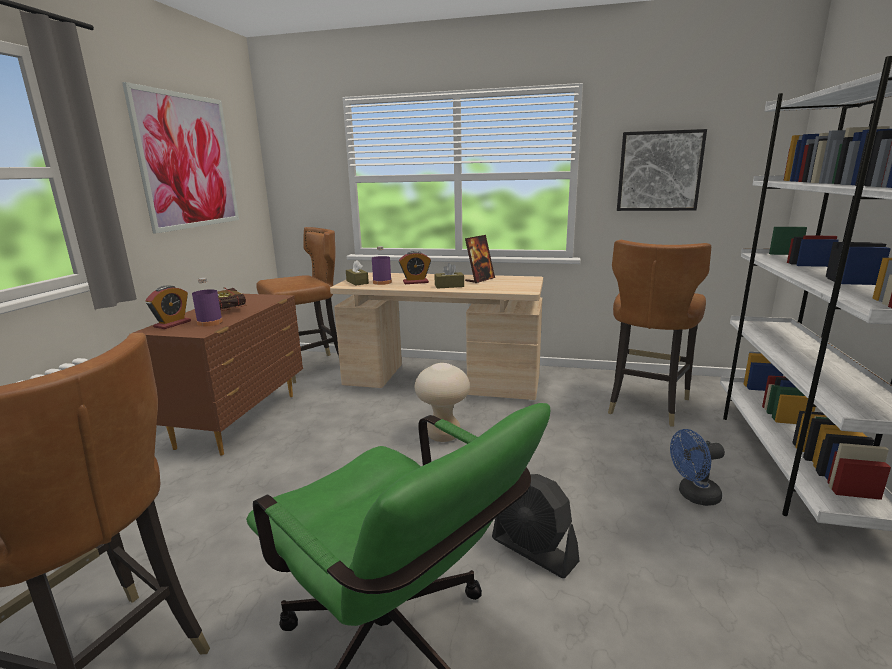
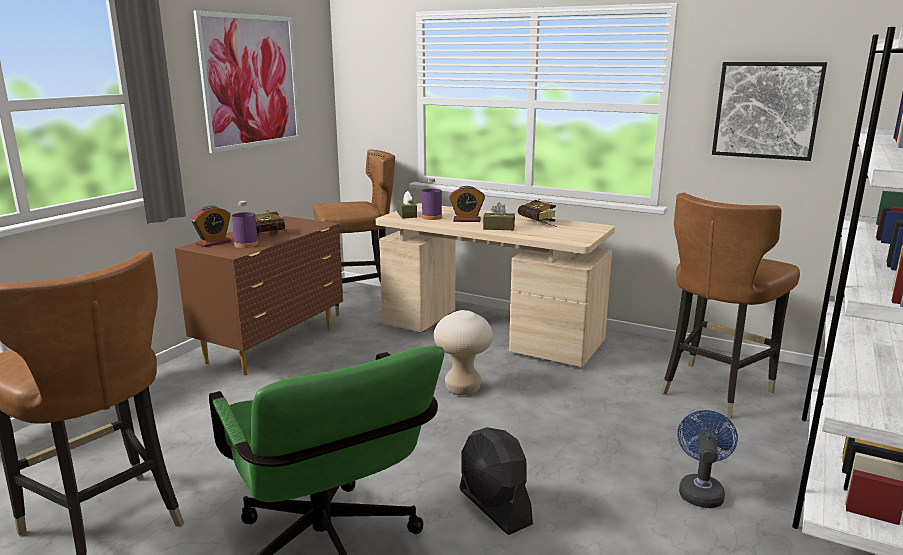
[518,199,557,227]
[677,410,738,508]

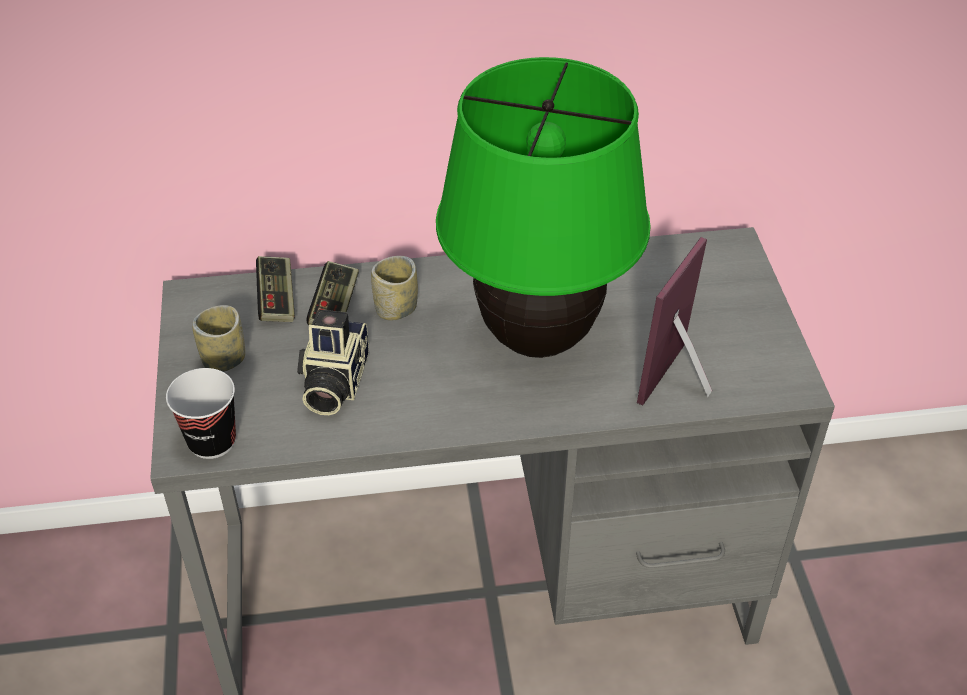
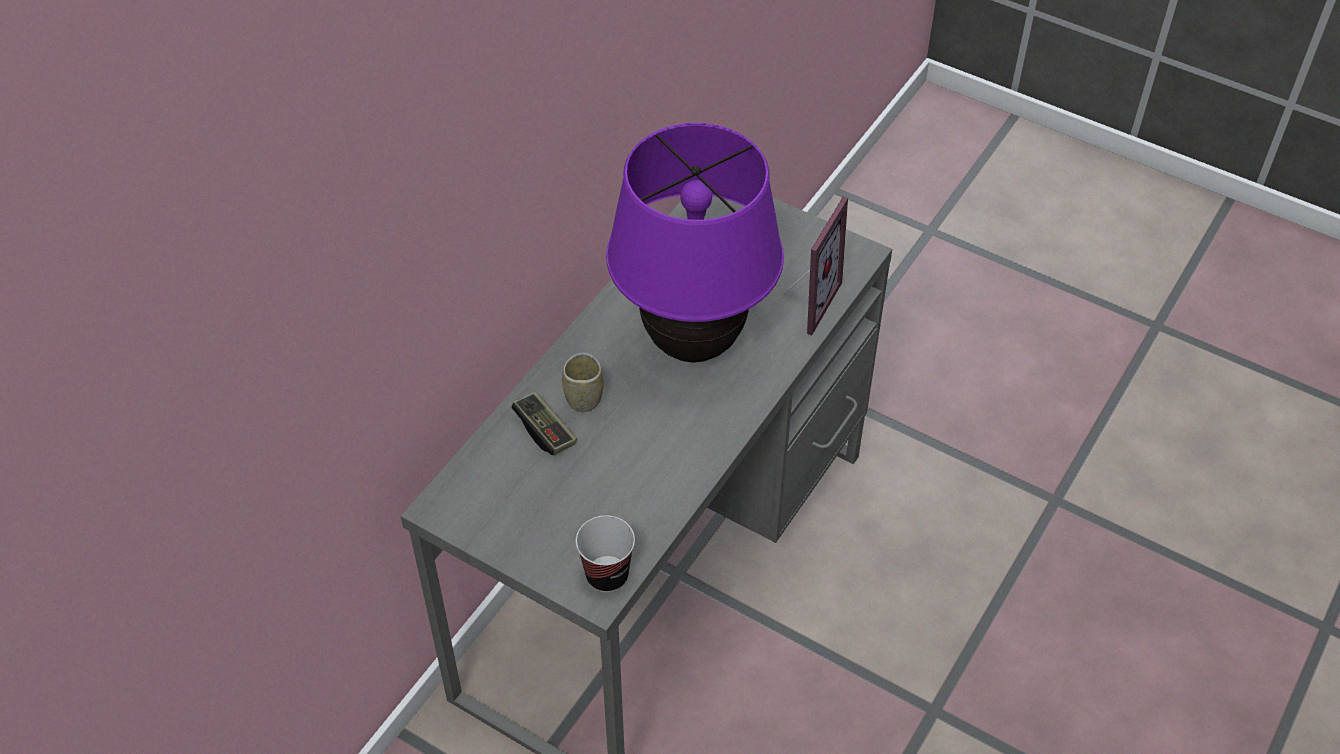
[606,123,784,363]
[785,197,848,335]
[192,305,245,372] (first image)
[256,256,295,322] (first image)
[297,309,369,415] (first image)

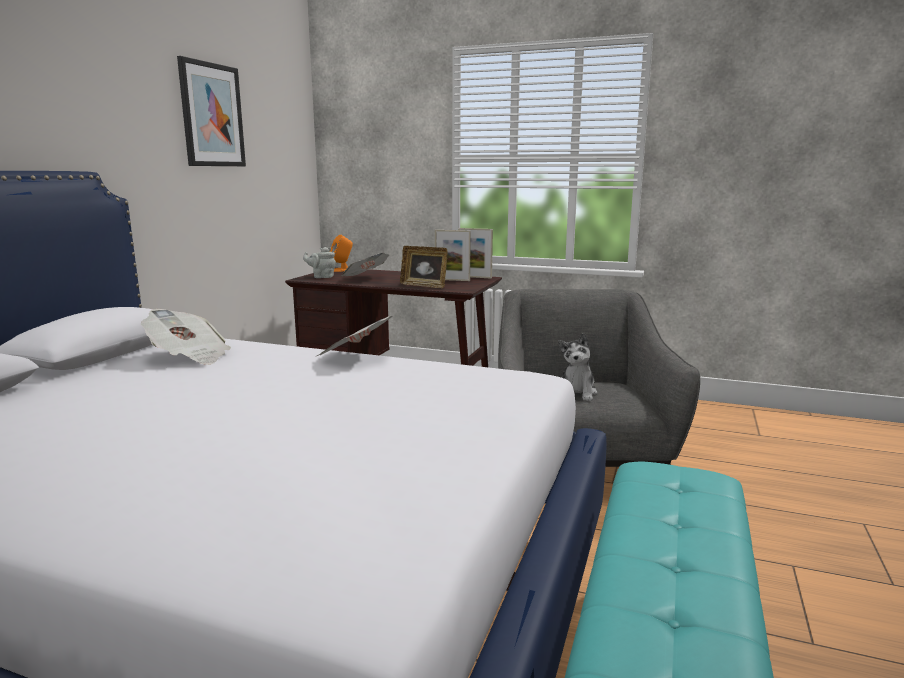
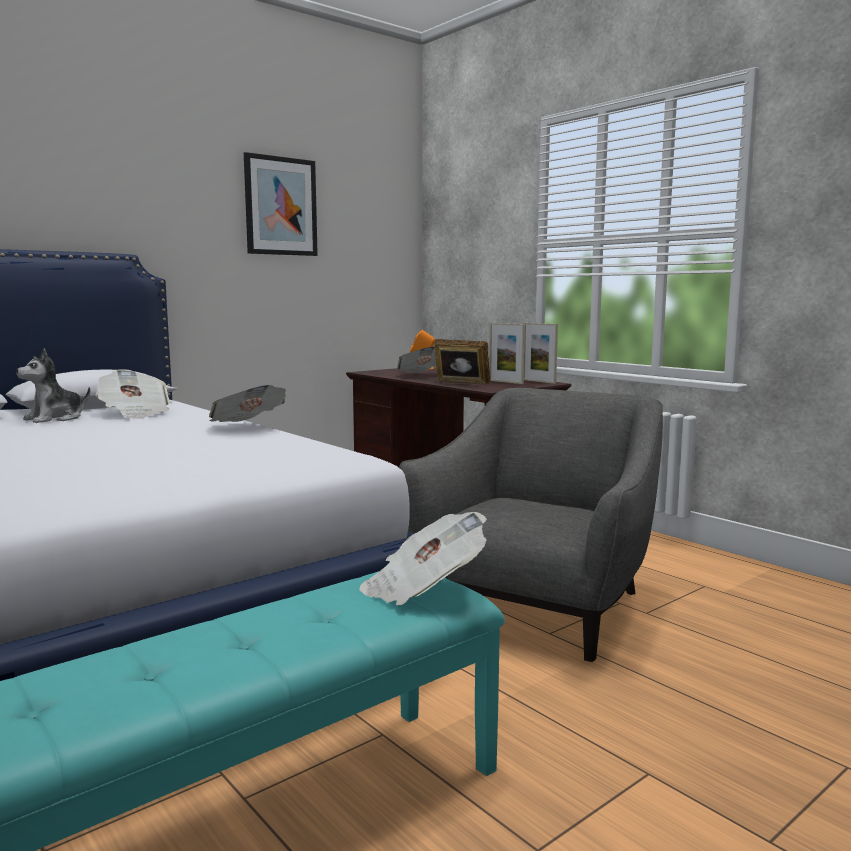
[16,348,90,423]
[359,512,487,605]
[434,339,490,384]
[303,247,336,278] (first image)

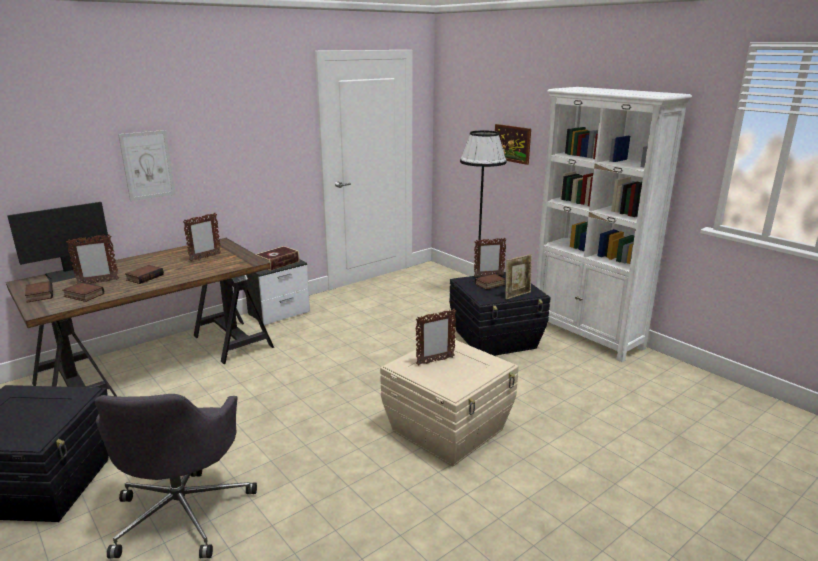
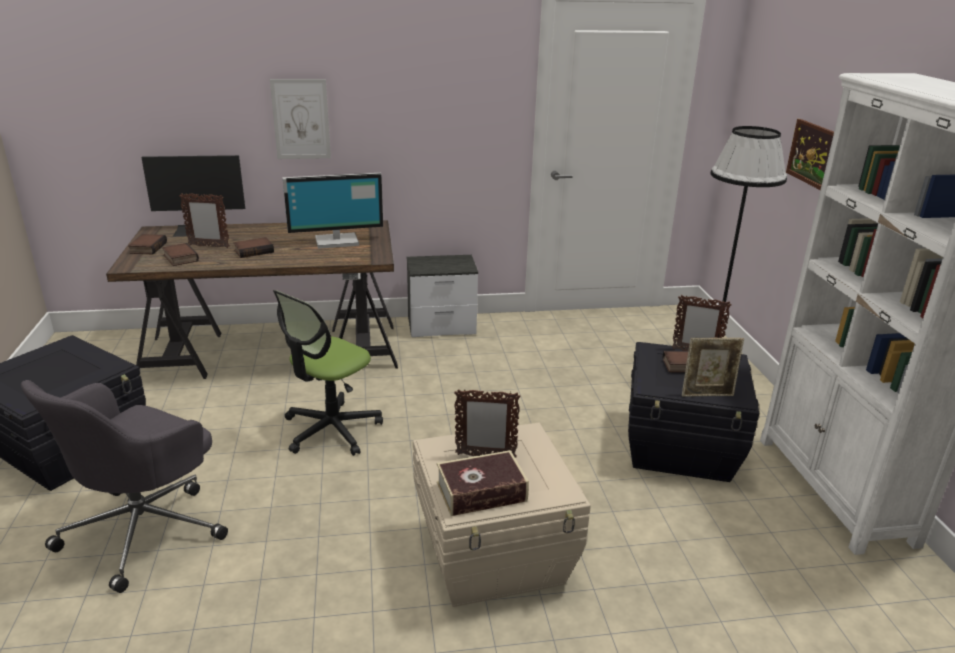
[273,290,383,456]
[283,173,383,249]
[437,450,529,516]

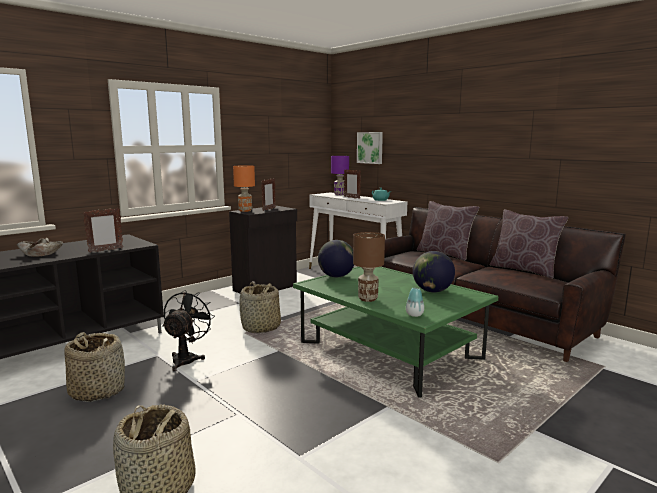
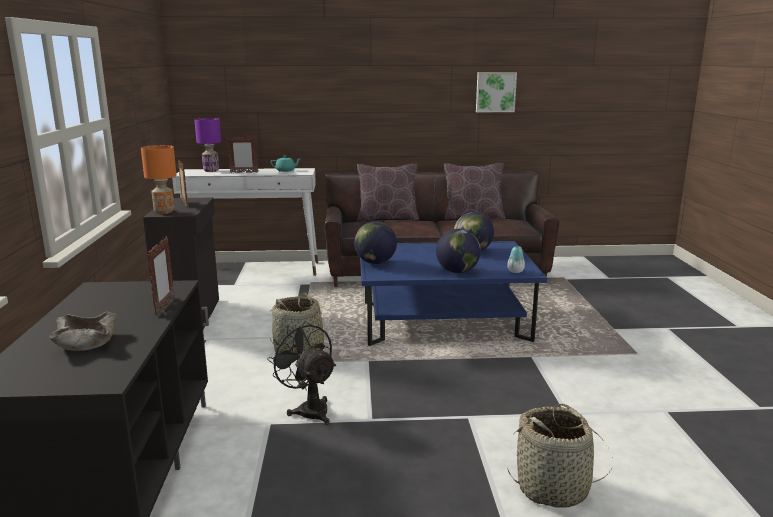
[360,241,547,346]
[436,229,481,273]
[476,72,517,112]
[64,332,125,402] (first image)

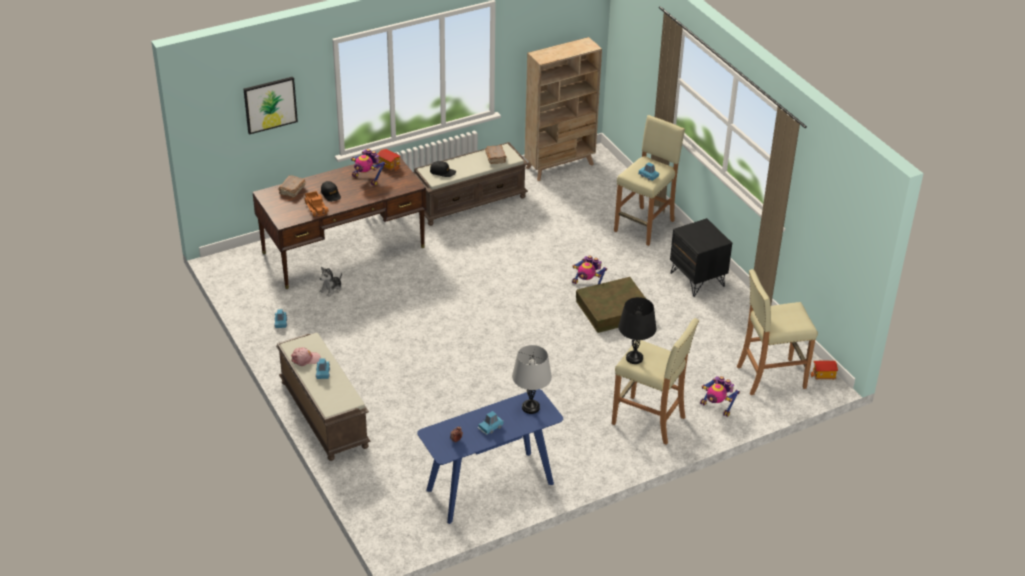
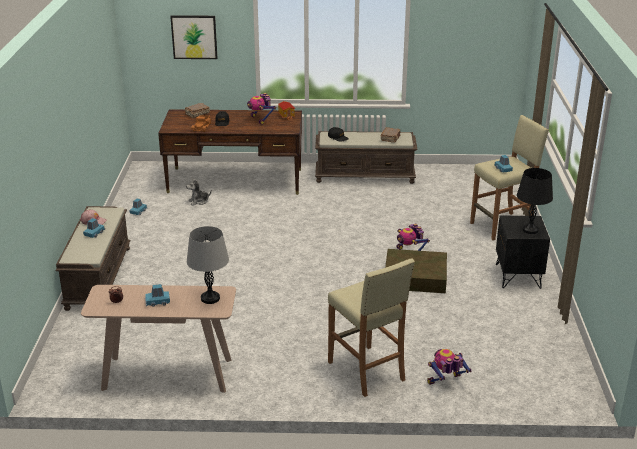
[81,285,236,393]
[427,349,471,385]
[517,168,553,234]
[525,37,602,181] (first image)
[737,269,818,395] (first image)
[810,360,838,380] (first image)

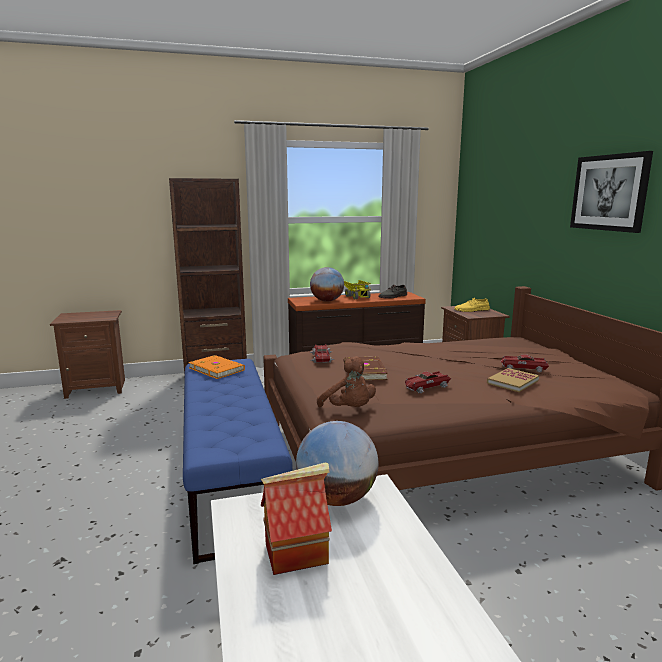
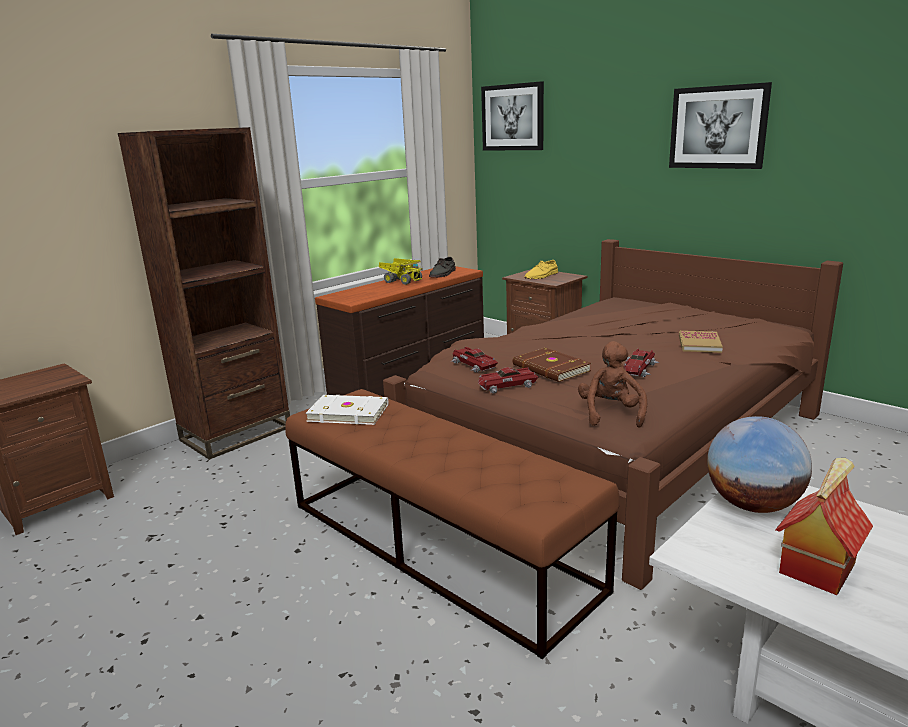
[285,389,620,659]
[305,395,388,425]
[478,367,538,393]
[481,81,544,150]
[578,341,647,428]
[310,267,344,302] (first image)

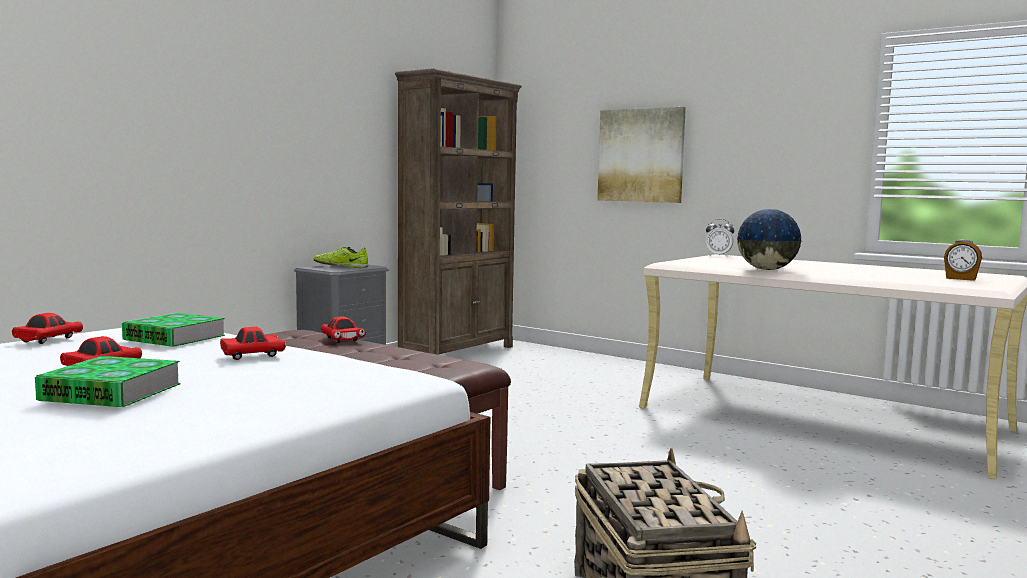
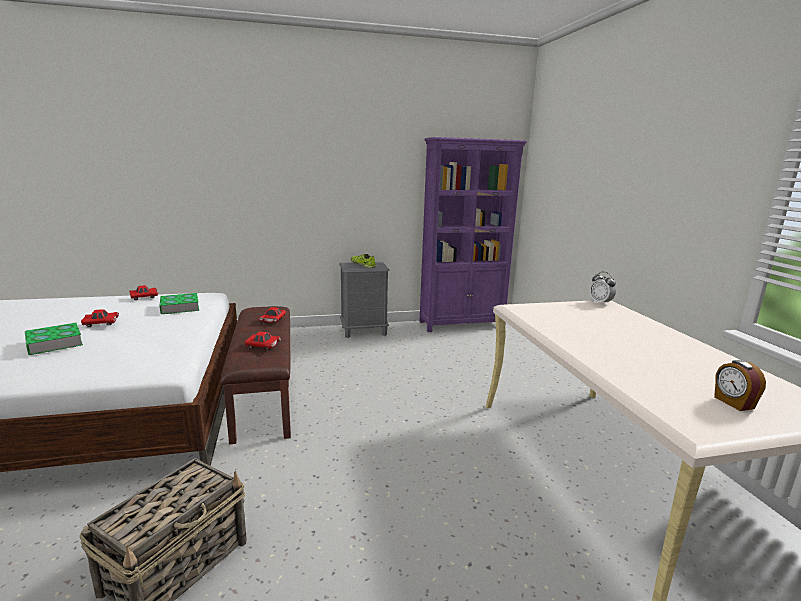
[245,332,281,350]
[419,137,527,332]
[597,107,686,203] (first image)
[736,209,803,270] (first image)

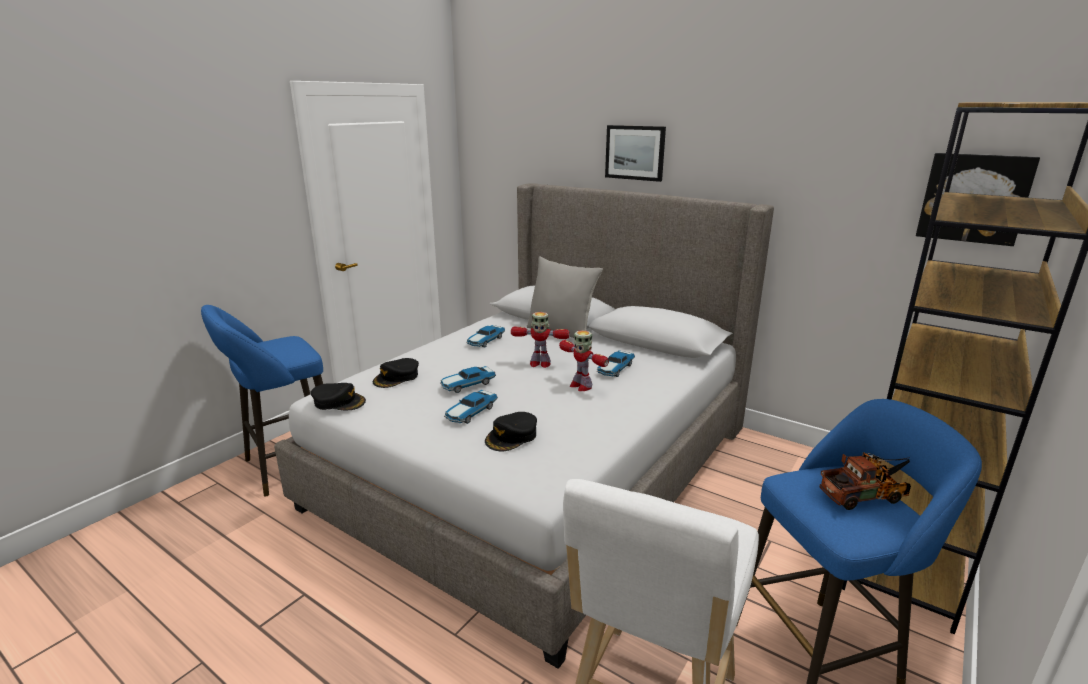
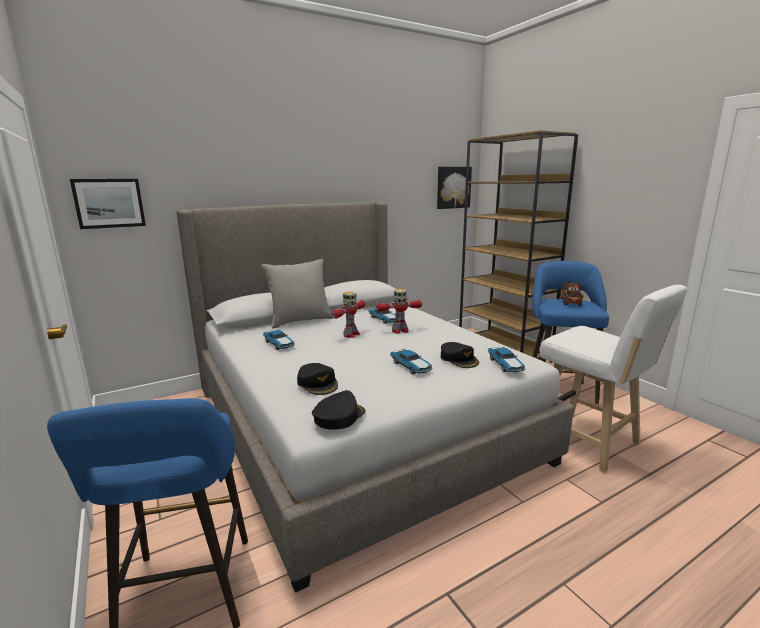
[70,179,146,229]
[488,347,525,372]

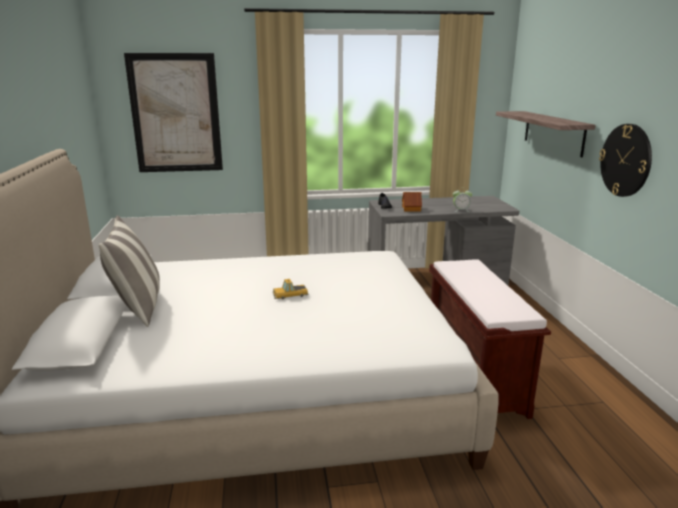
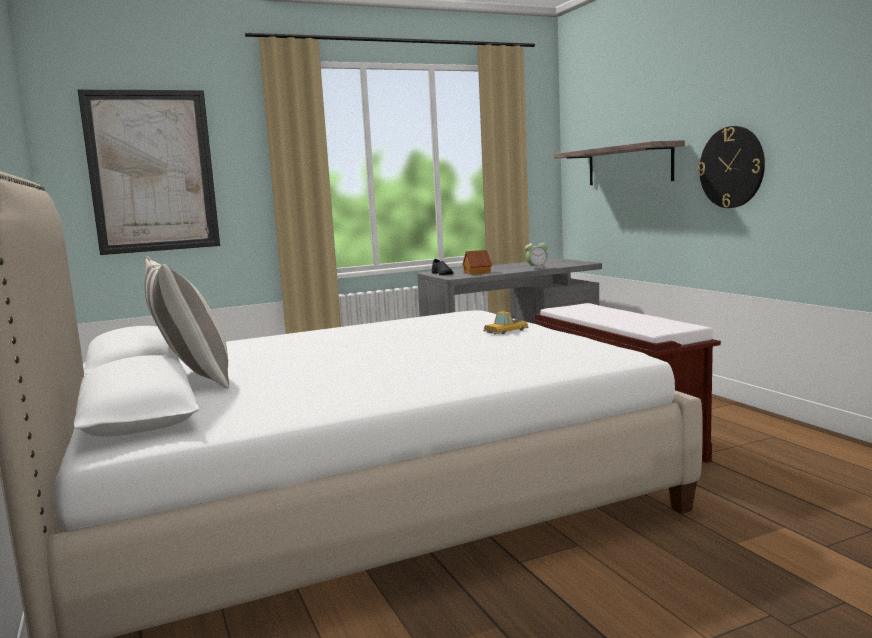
[483,310,529,334]

